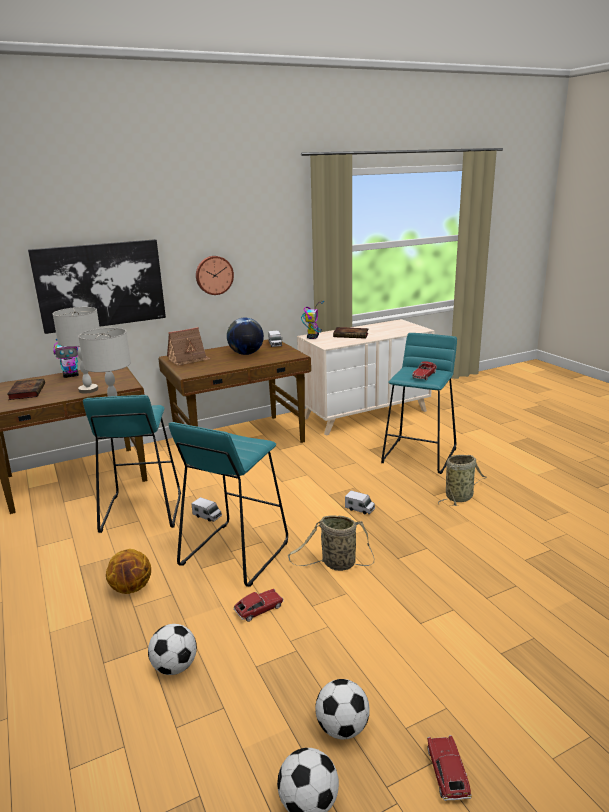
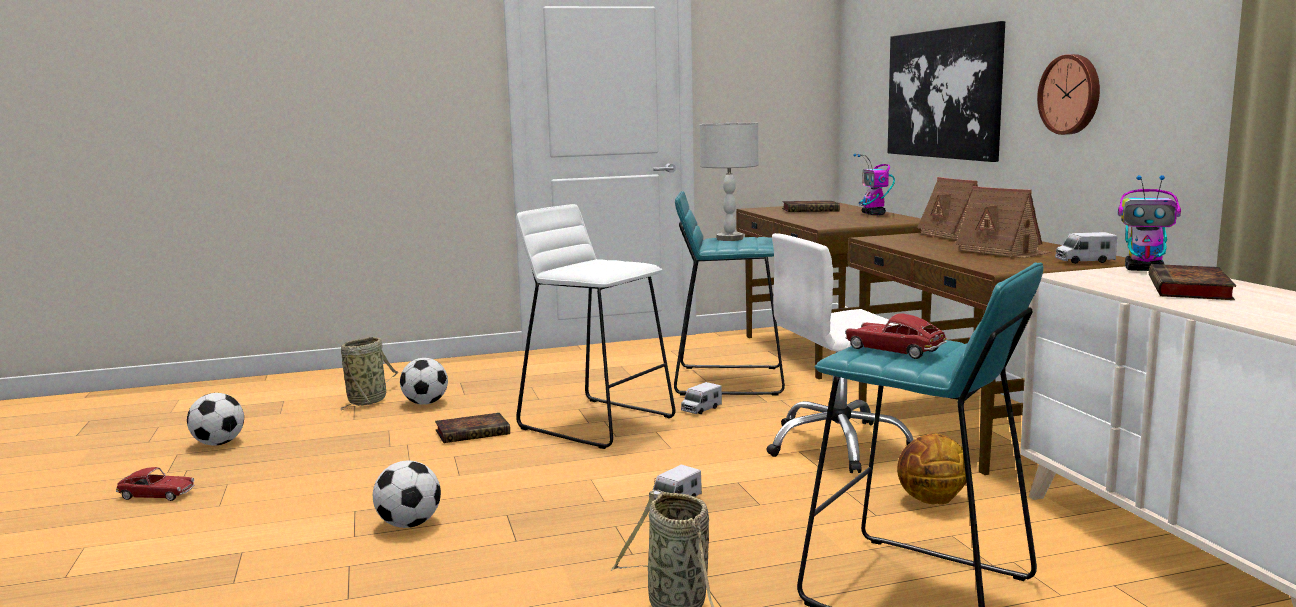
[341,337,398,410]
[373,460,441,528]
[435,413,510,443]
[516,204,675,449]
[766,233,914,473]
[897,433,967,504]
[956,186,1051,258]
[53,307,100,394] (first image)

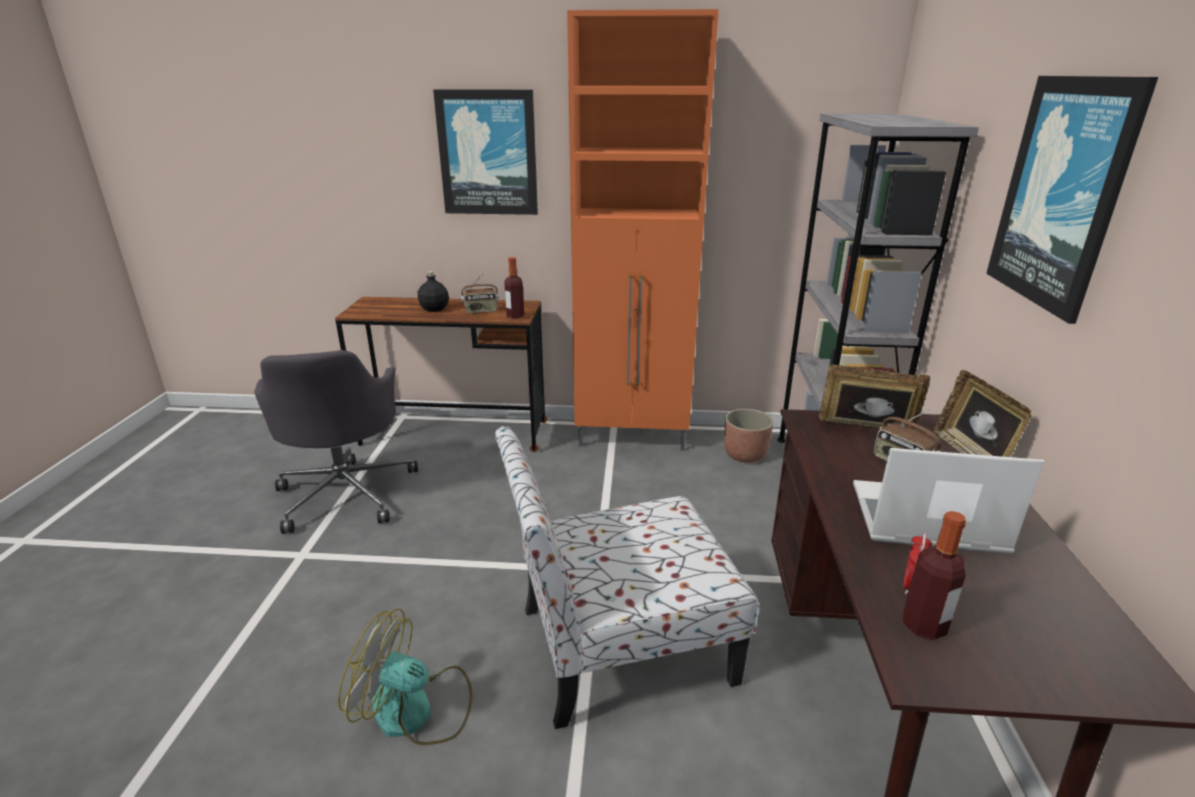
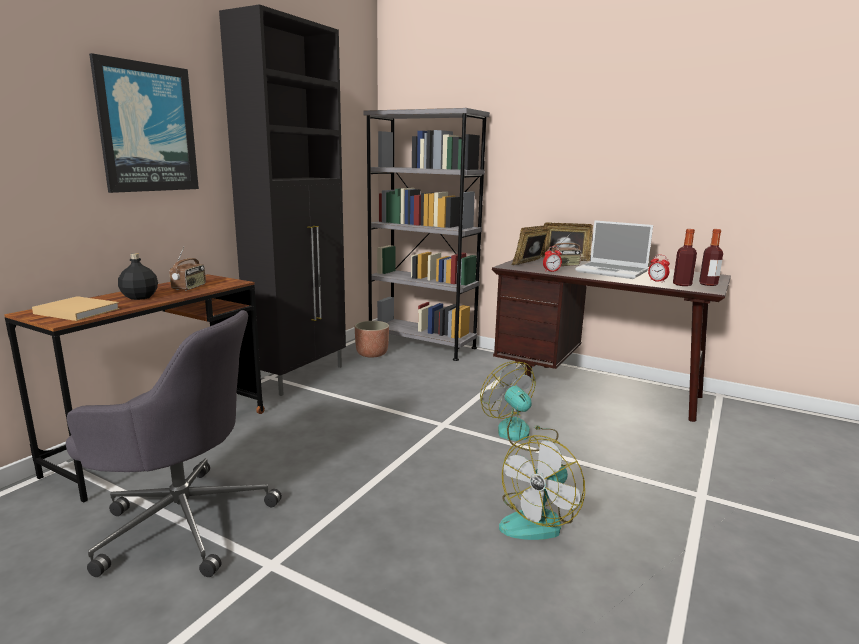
[32,296,120,321]
[219,4,346,396]
[480,361,559,452]
[543,246,562,272]
[575,220,653,279]
[699,229,723,286]
[986,76,1158,324] (first image)

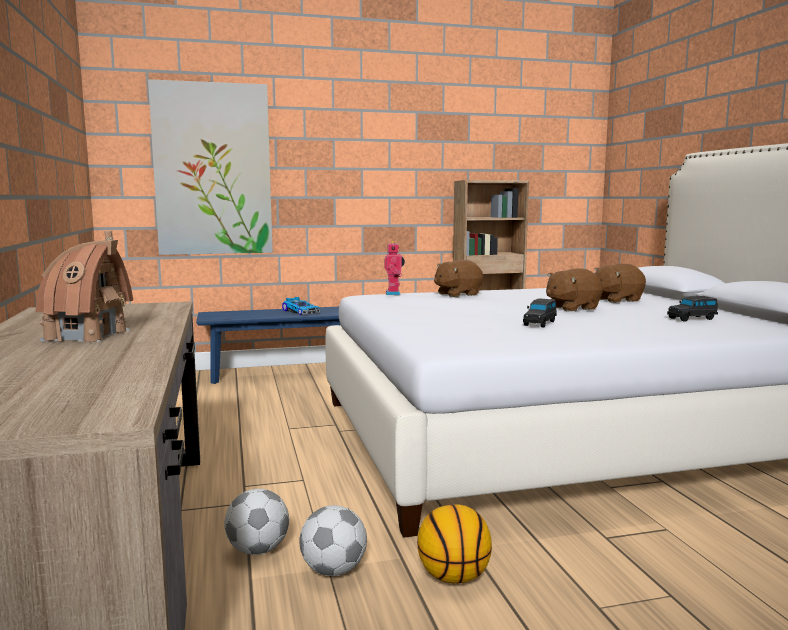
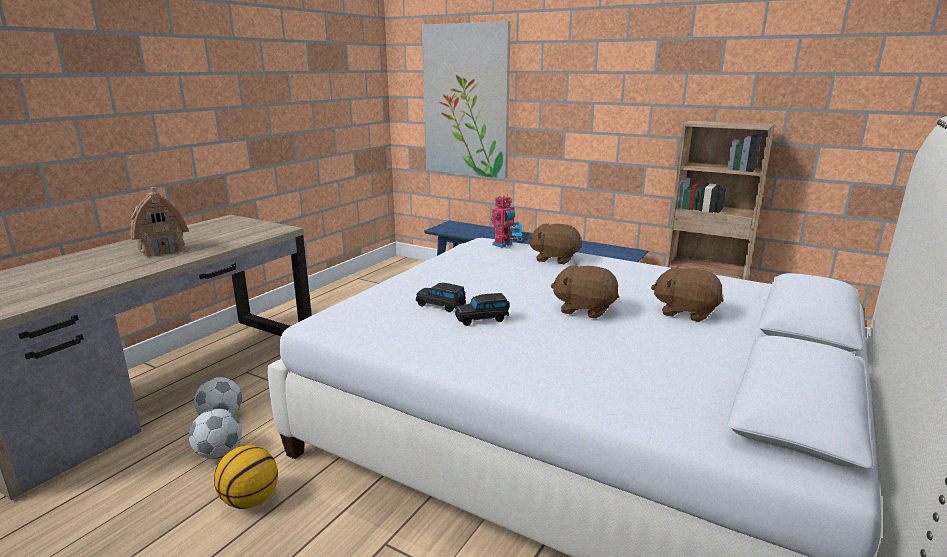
[416,283,466,312]

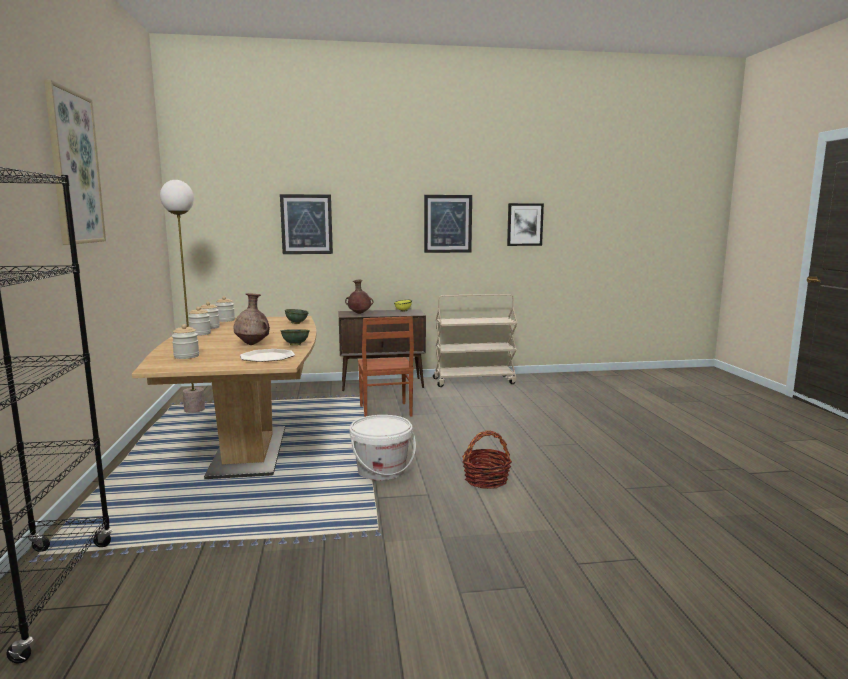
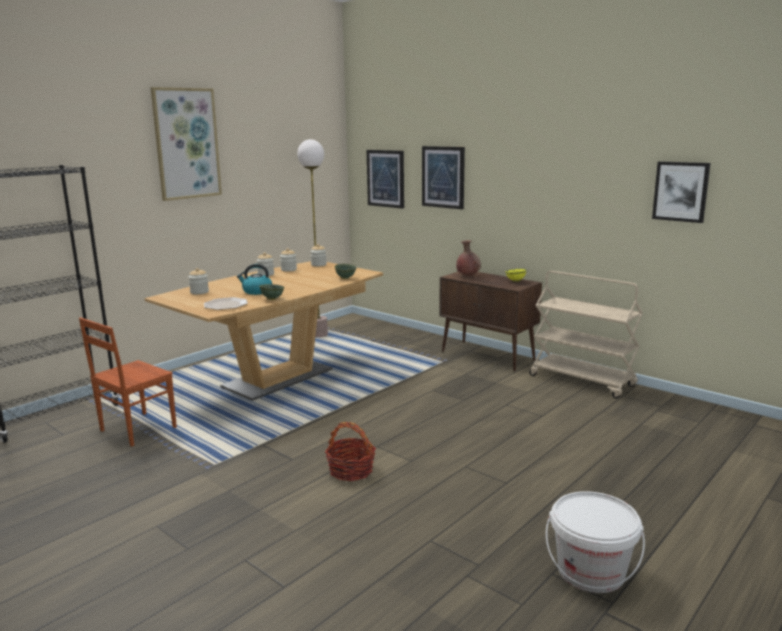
[79,317,177,447]
[237,264,272,295]
[367,150,404,209]
[546,491,645,593]

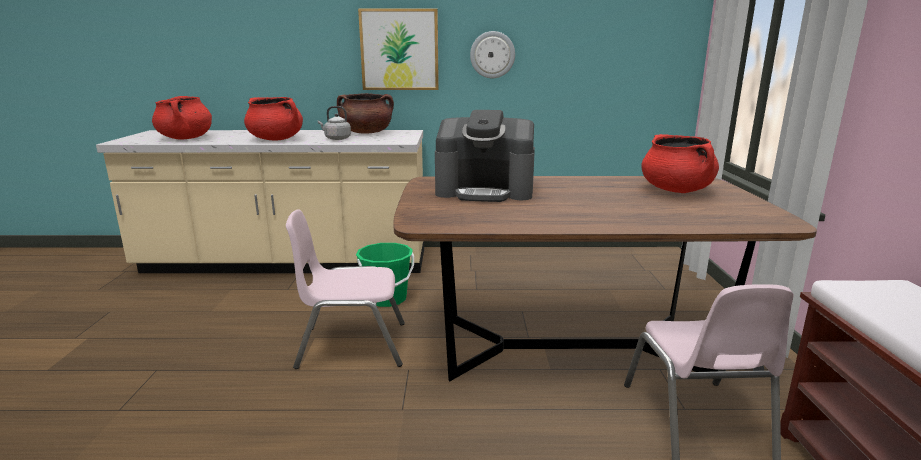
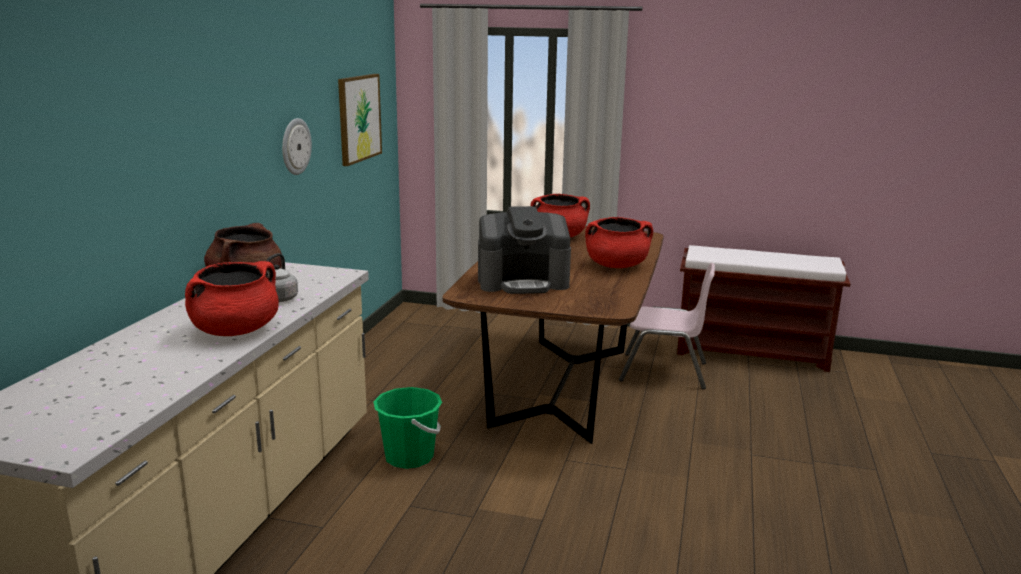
[338,74,382,166]
[478,206,571,294]
[585,217,653,268]
[286,210,405,369] (first image)

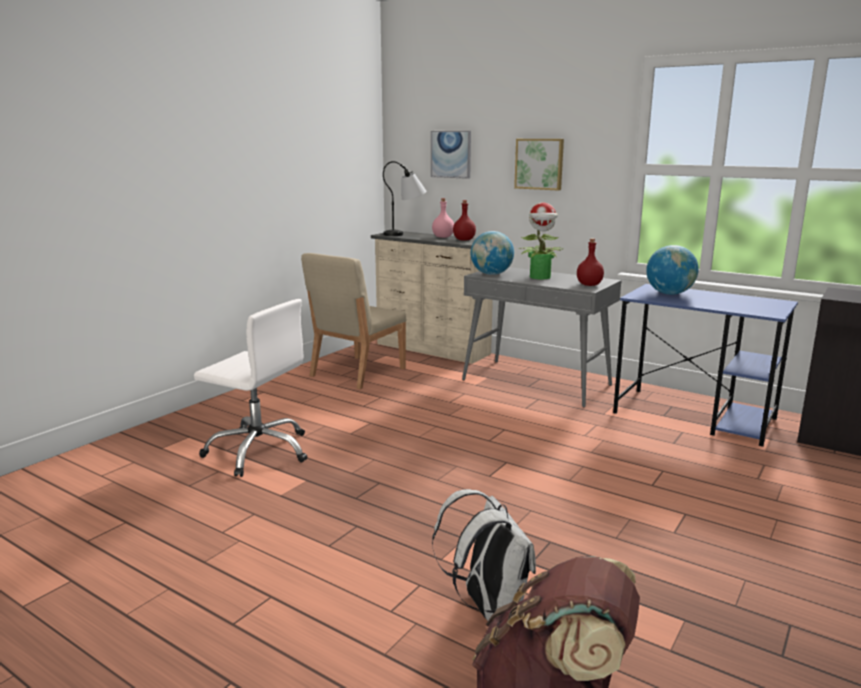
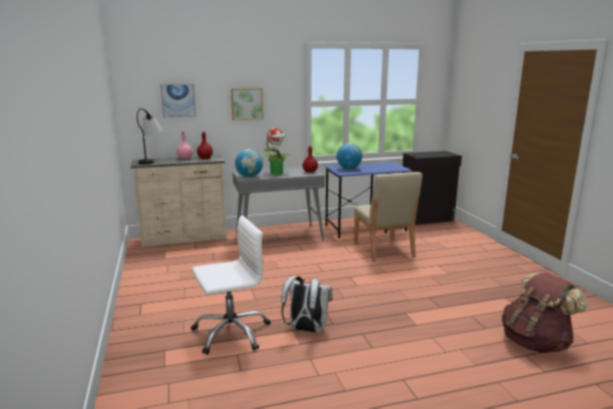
[281,276,332,333]
[354,172,423,262]

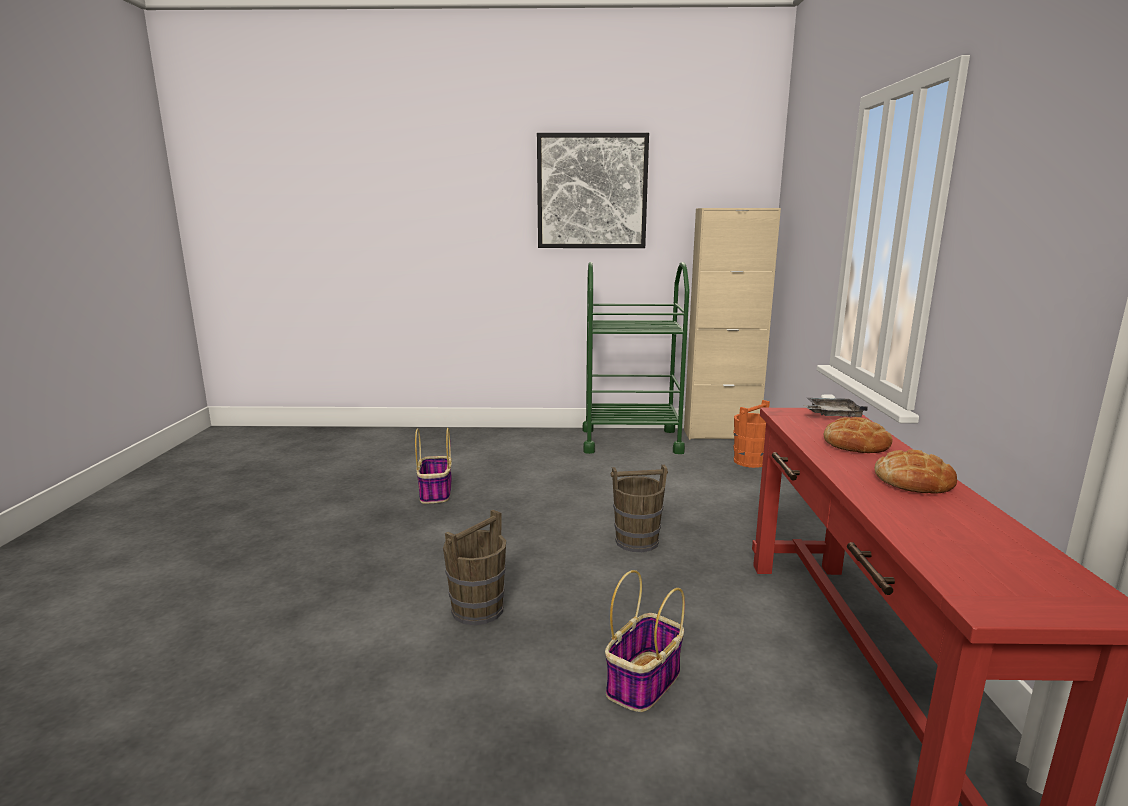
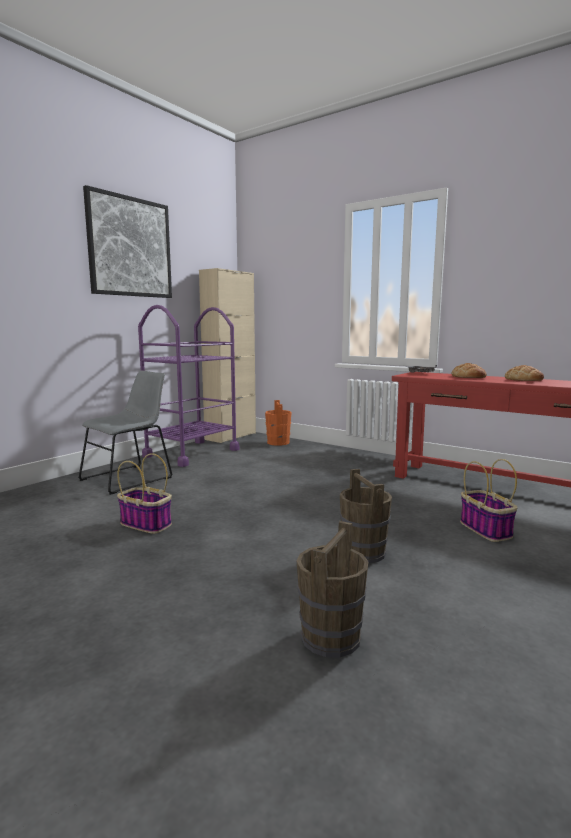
[78,371,172,495]
[138,305,239,467]
[297,521,369,657]

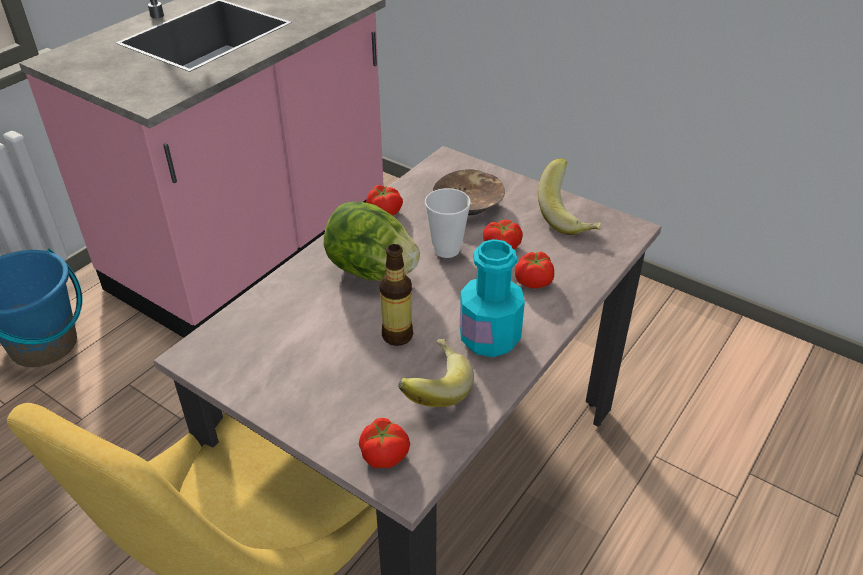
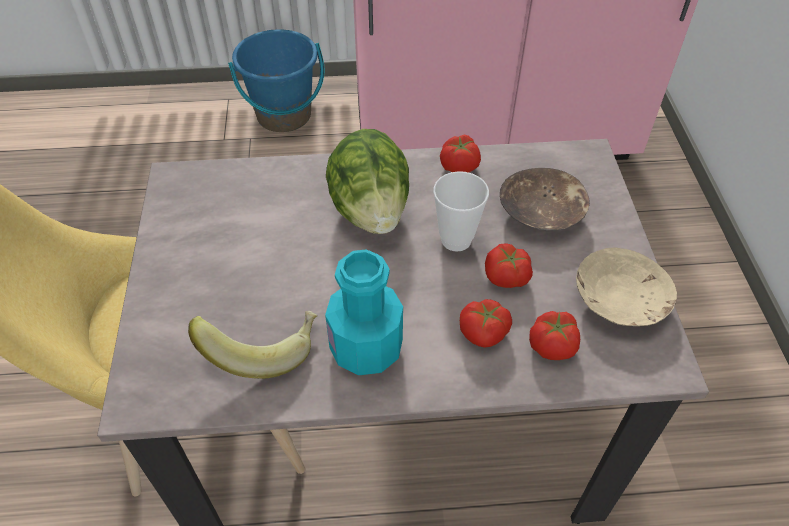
[529,311,580,360]
[576,247,677,326]
[380,244,413,346] (first image)

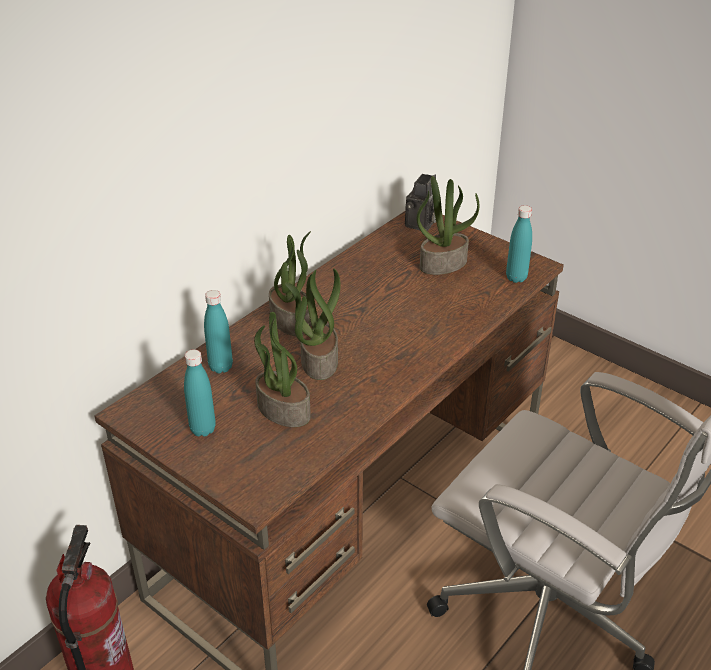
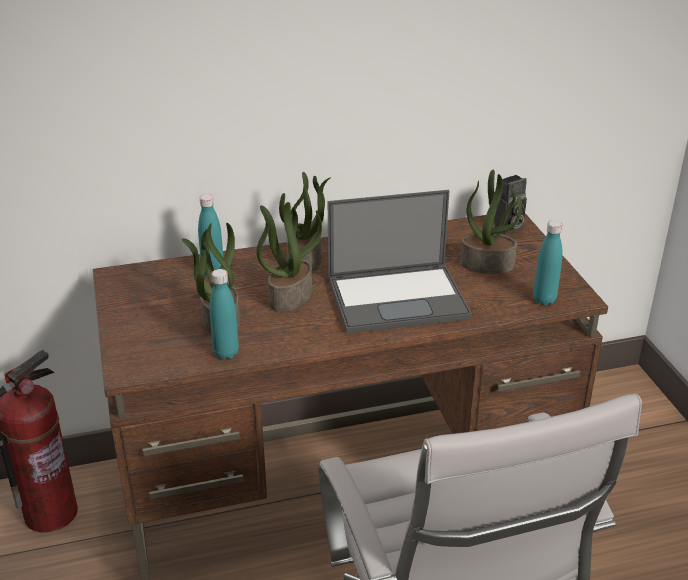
[210,269,239,359]
[328,190,472,334]

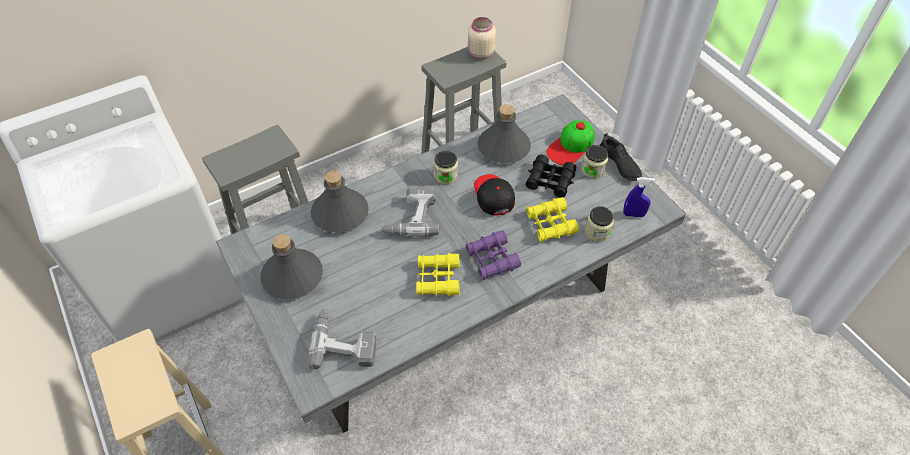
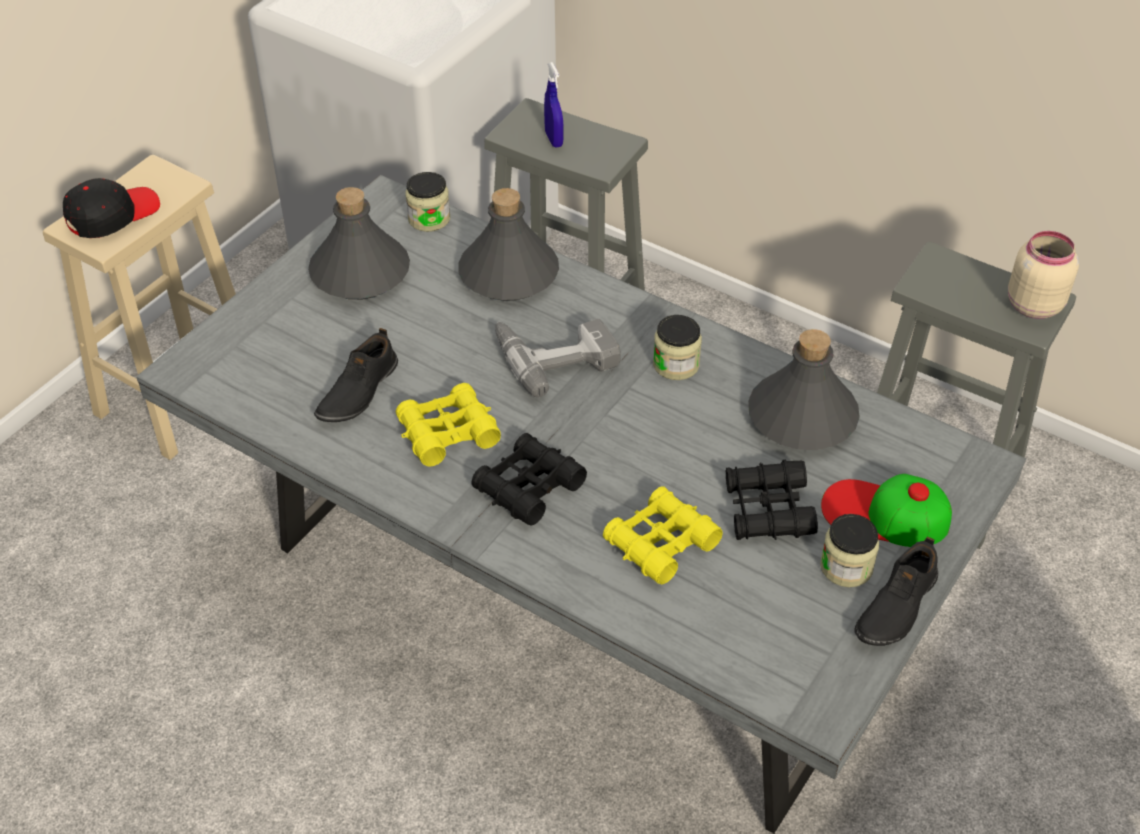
[63,178,160,238]
[314,328,398,422]
[406,172,450,232]
[471,433,587,526]
[544,62,563,147]
[308,308,376,369] (first image)

